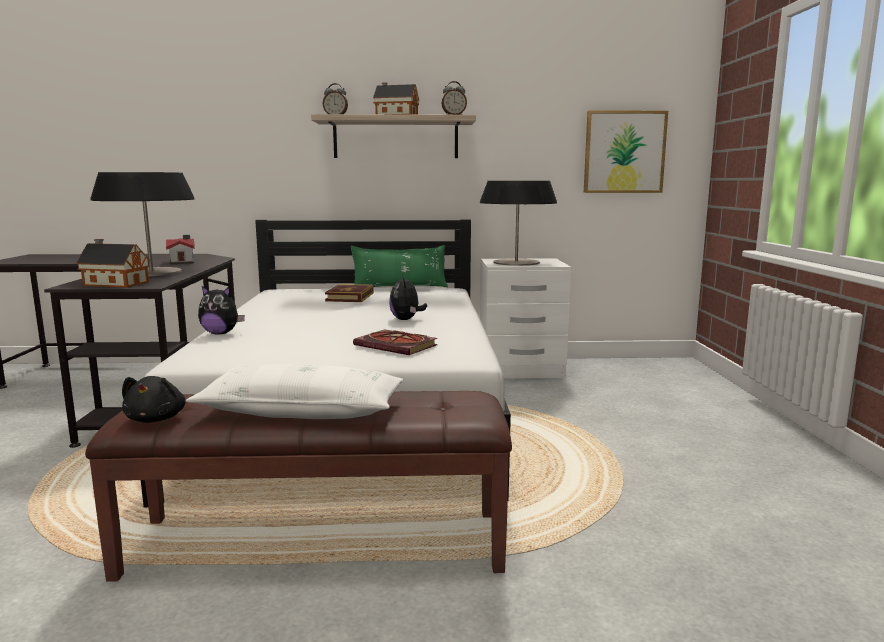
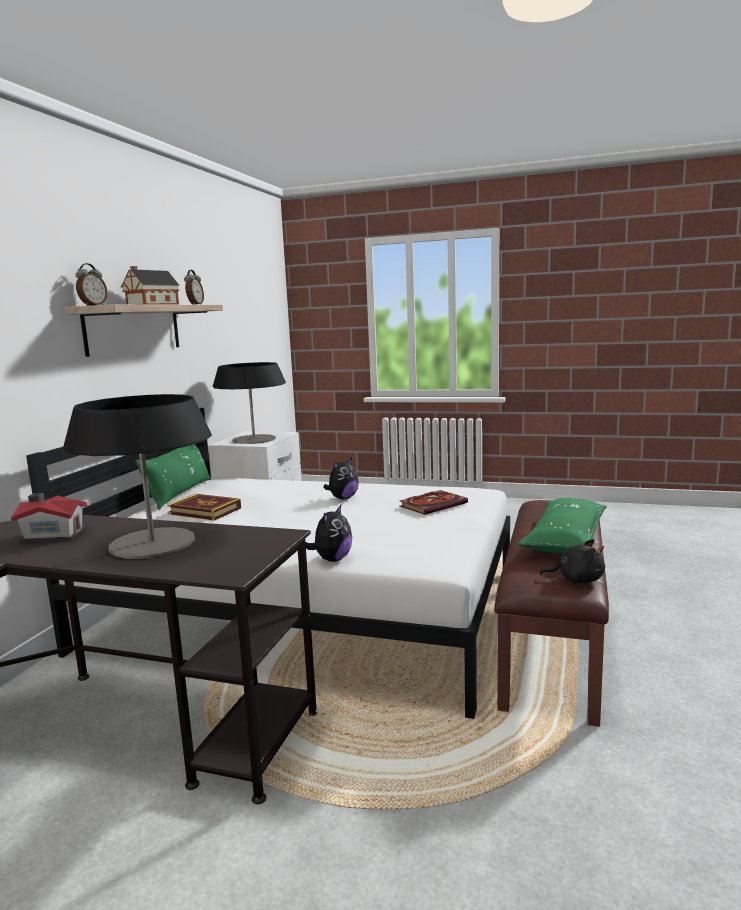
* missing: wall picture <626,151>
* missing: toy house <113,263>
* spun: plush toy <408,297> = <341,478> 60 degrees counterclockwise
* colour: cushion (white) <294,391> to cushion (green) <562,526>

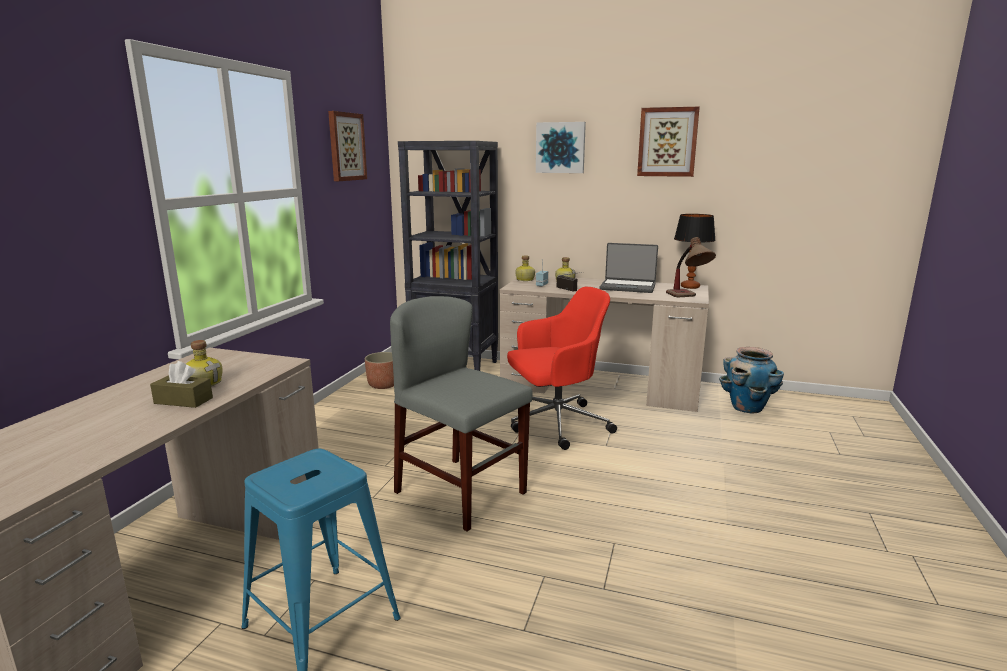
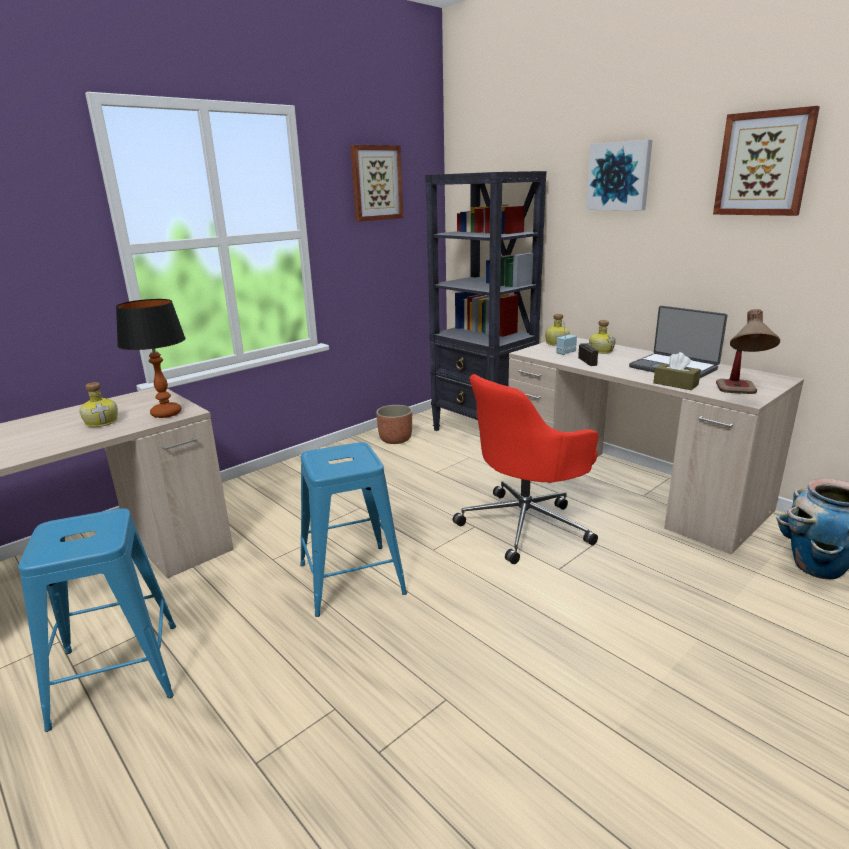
* relocated: table lamp <695,251> to <151,358>
* spun: desk chair (red-coloured) <562,368> = <525,469> 135 degrees clockwise
* exchanged: plain chair (greyish) <461,414> to sitting stool (blue) <353,529>
* relocated: box of tissues (brown-coloured) <181,384> to <677,371>

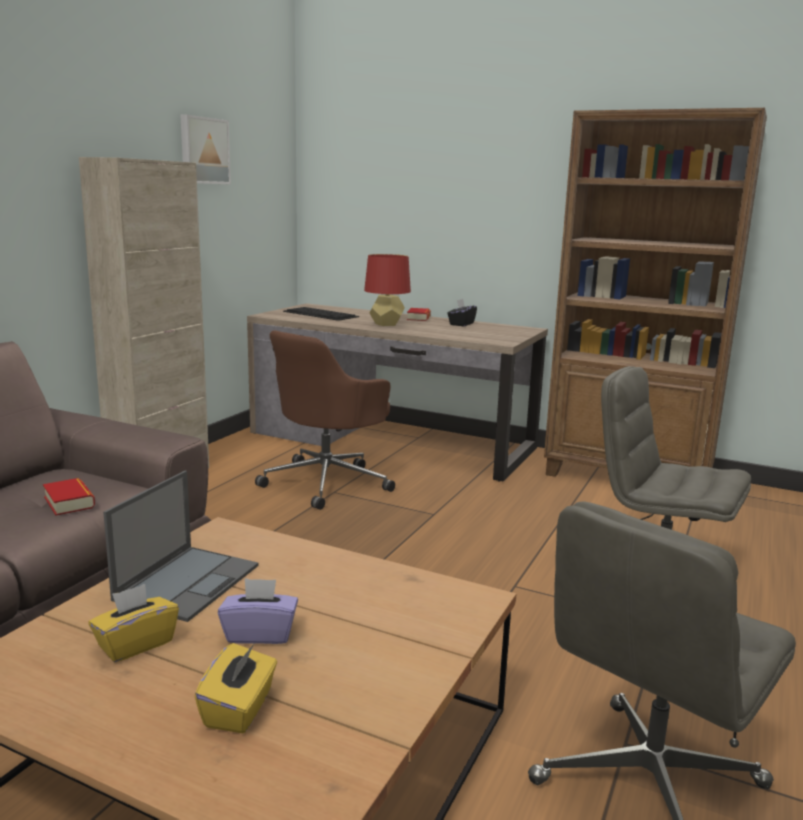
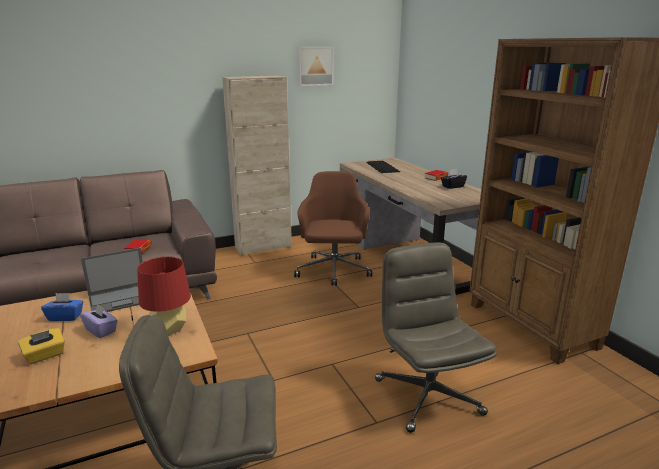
* relocated: table lamp (red-coloured) <387,290> to <164,296>
* spun: desk chair (brown-coloured) <325,420> = <333,228> 105 degrees clockwise
* colour: box of tissues (yellow-coloured) <133,623> to box of tissues (blue) <62,307>

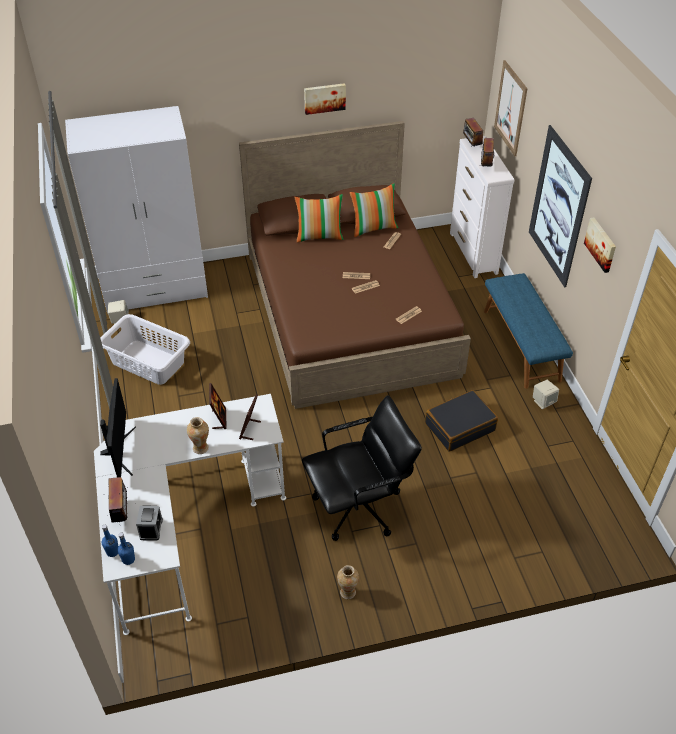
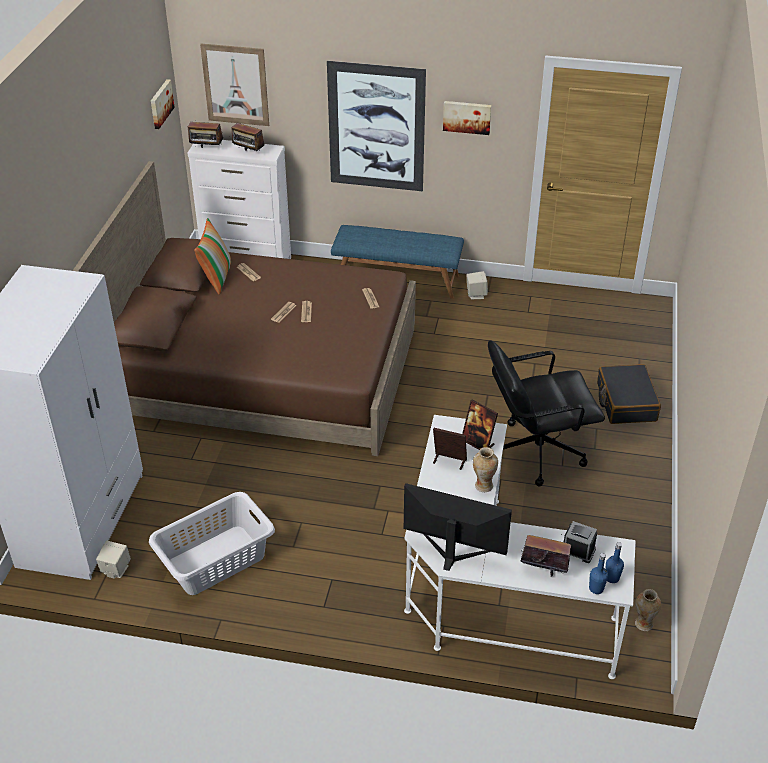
* relocated: wall picture <325,99> to <163,104>
* missing: cushion <319,218>
* relocated: travel case (black-coloured) <461,421> to <629,394>
* spun: desk chair (black-coloured) <362,468> = <546,413> 105 degrees counterclockwise
* relocated: vase <348,582> to <648,610>

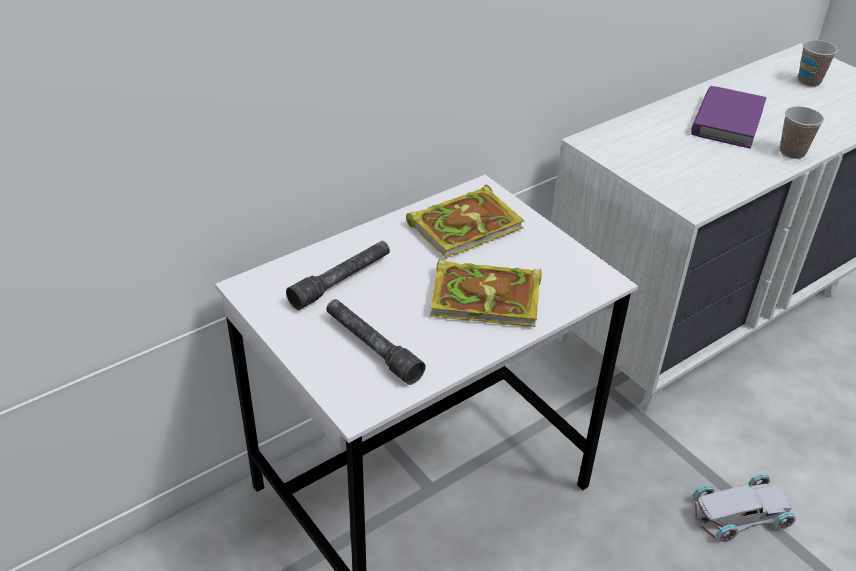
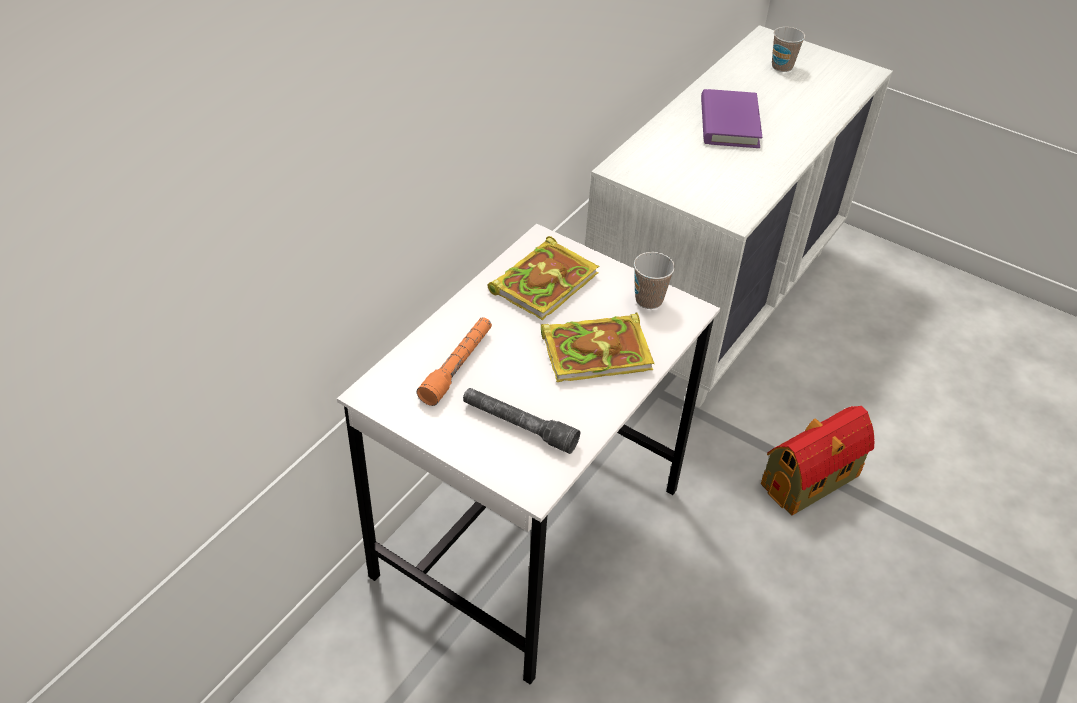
* relocated: cup <802,132> to <654,280>
* colour: flashlight (greyish) <338,275> to flashlight (orange-coloured) <454,361>
* exchanged: model car (white) <744,508> to toy house <817,461>

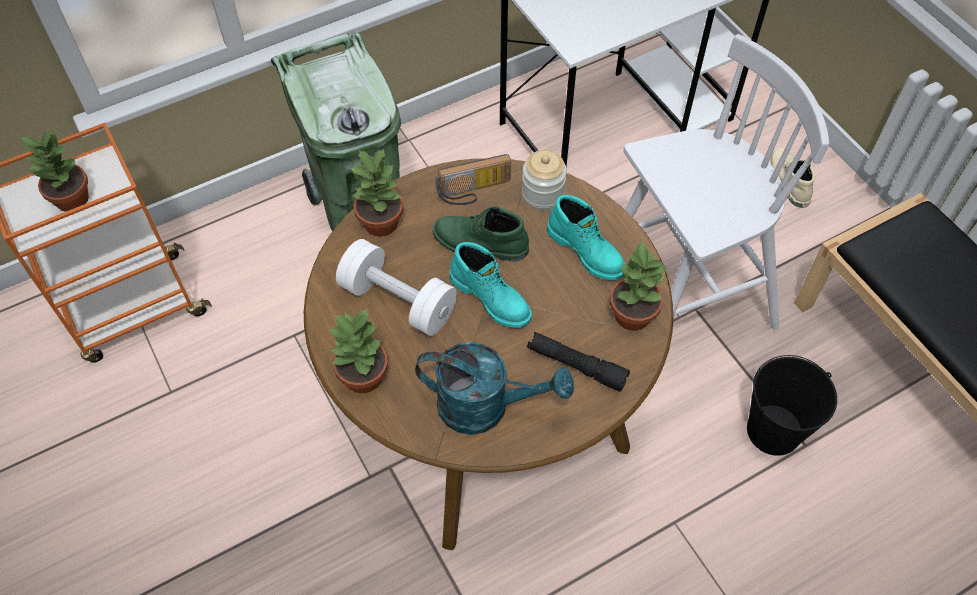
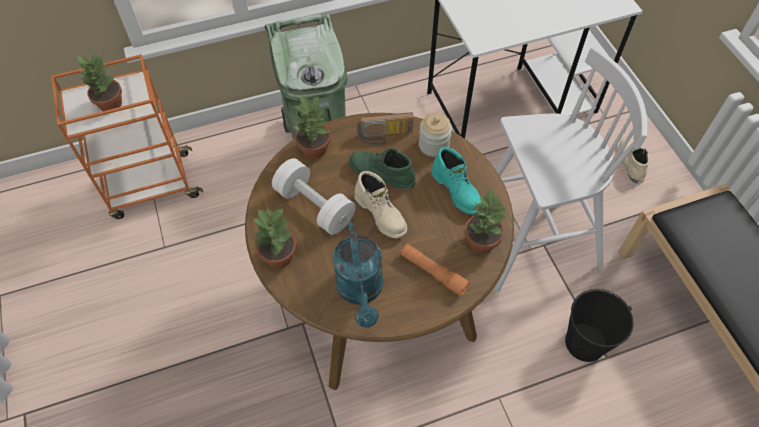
* colour: tall boot (blue-green) <490,285> to tall boot (beige) <380,204>
* colour: flashlight (black-coloured) <578,362> to flashlight (orange-coloured) <434,269>
* spun: watering can (blue-green) <494,388> = <358,275> 60 degrees clockwise

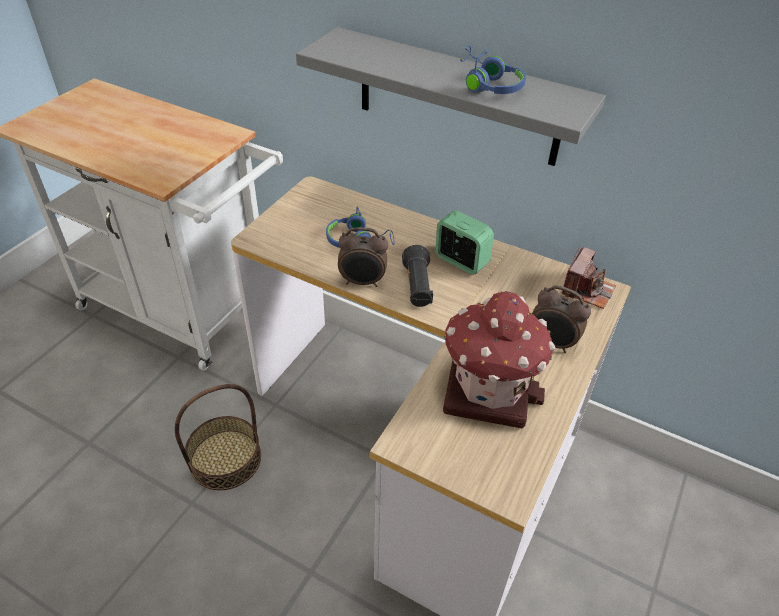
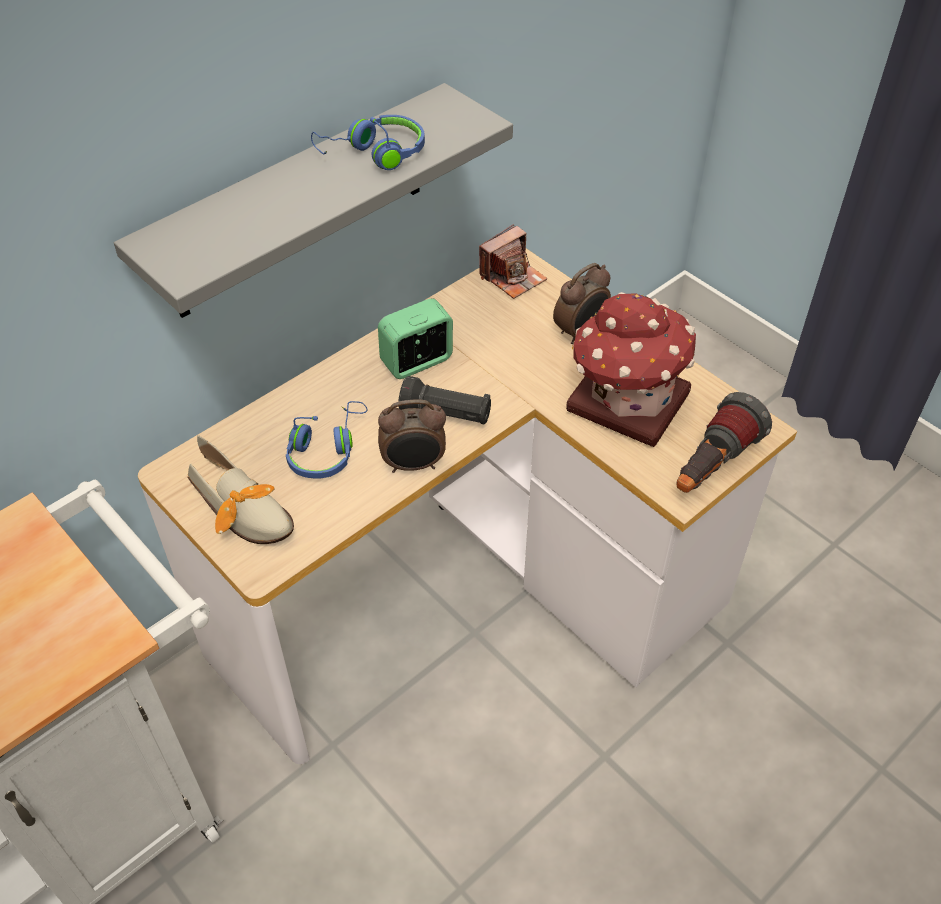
* spun: bedside clock <363,257> = <412,436> 60 degrees clockwise
* spun: still camera <589,277> = <513,261> 90 degrees clockwise
* missing: household basket <218,437>
* appeared: flashlight <724,442>
* appeared: shoe <240,489>

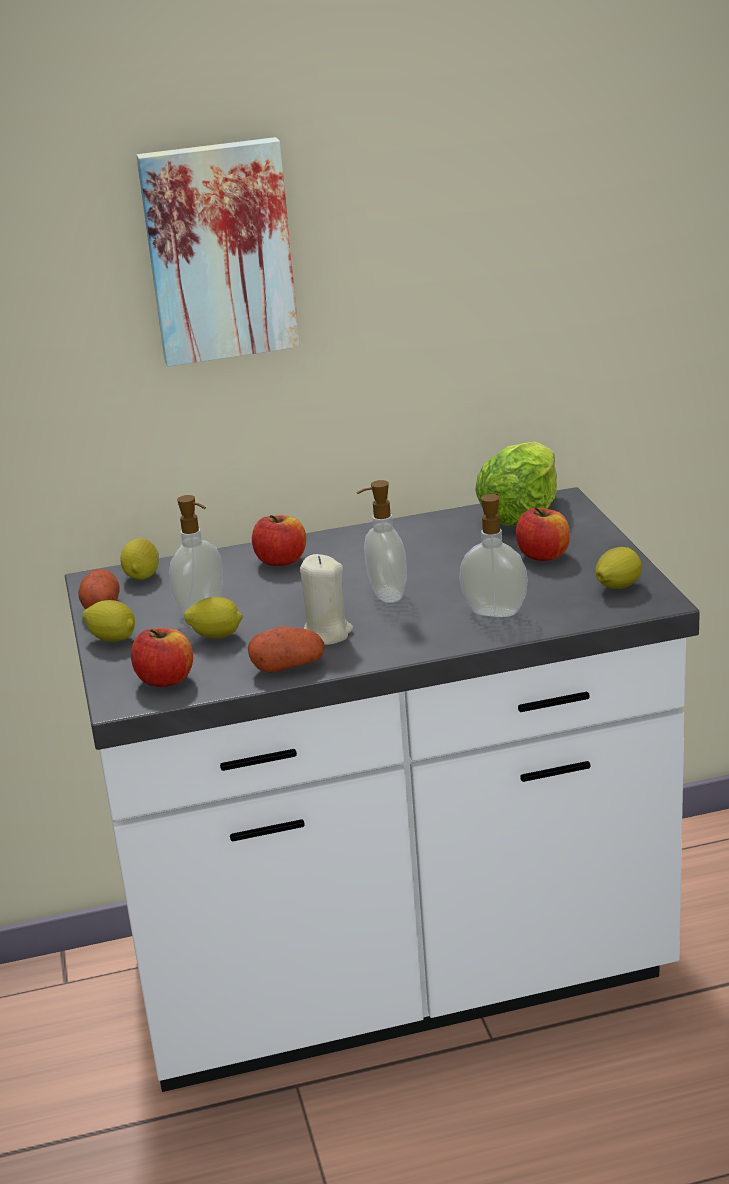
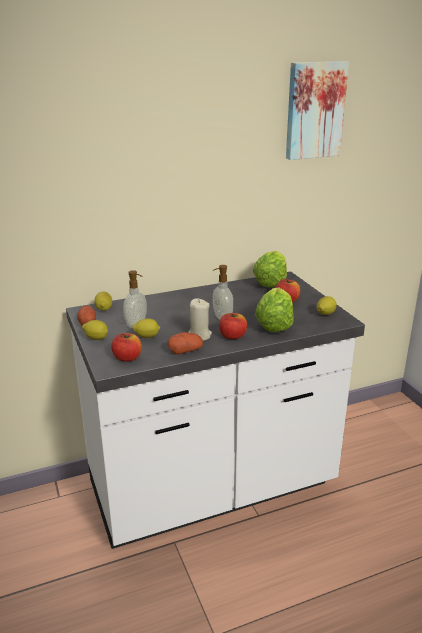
* relocated: wall picture <218,252> to <317,110>
* exchanged: soap dispenser <493,555> to head of lettuce <274,309>
* relocated: apple <279,540> to <233,326>

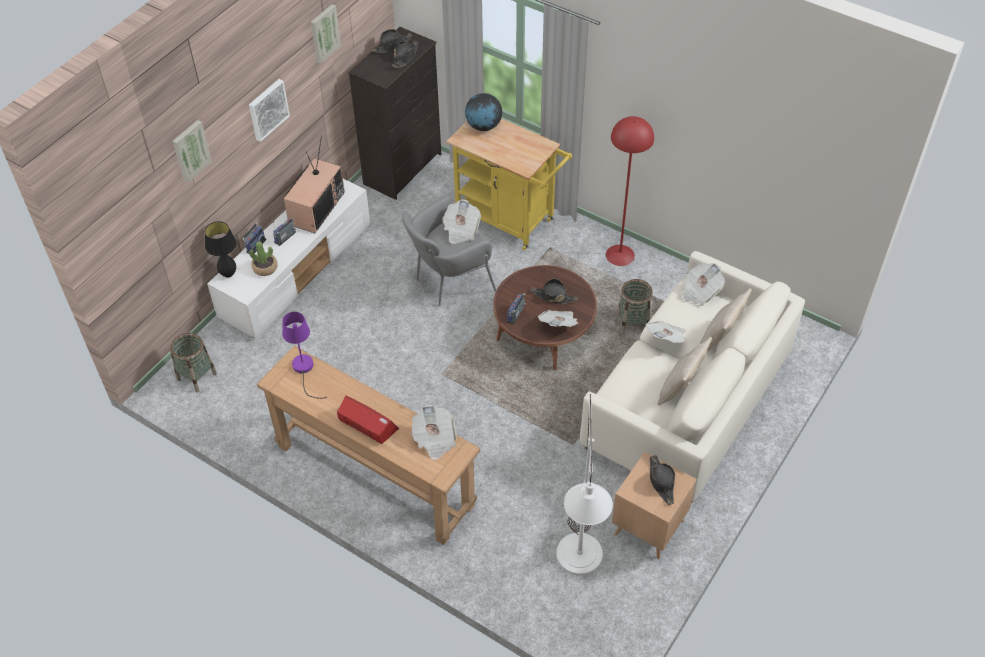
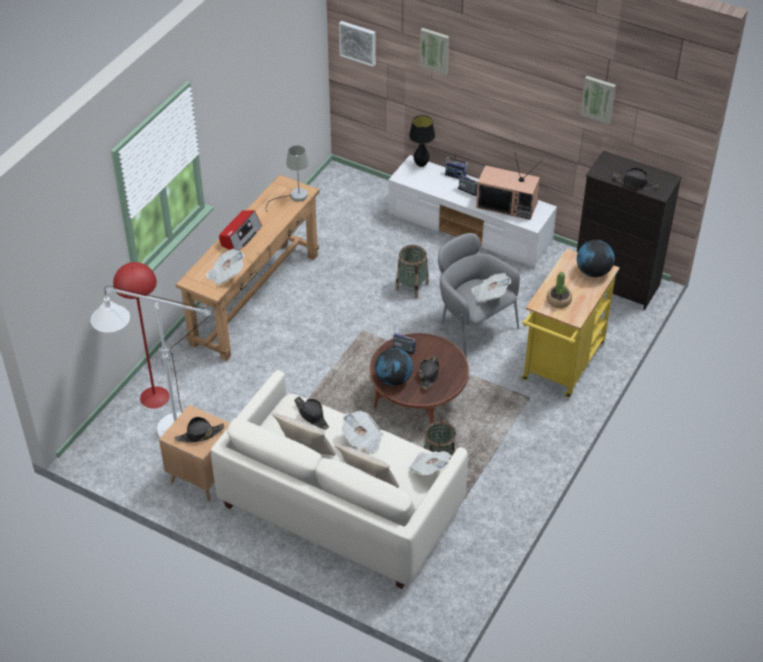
* relocated: clothing hat (black-coloured) <391,41> to <311,413>
* relocated: wall picture <269,110> to <357,44>
* relocated: floor lamp (red-coloured) <630,191> to <141,335>
* relocated: plant in a pot <263,258> to <559,290>
* exchanged: printed paper <558,318> to globe <394,367>
* colour: table lamp (purplish) <304,355> to table lamp (greyish) <287,178>
* relocated: household basket <193,362> to <412,271>

